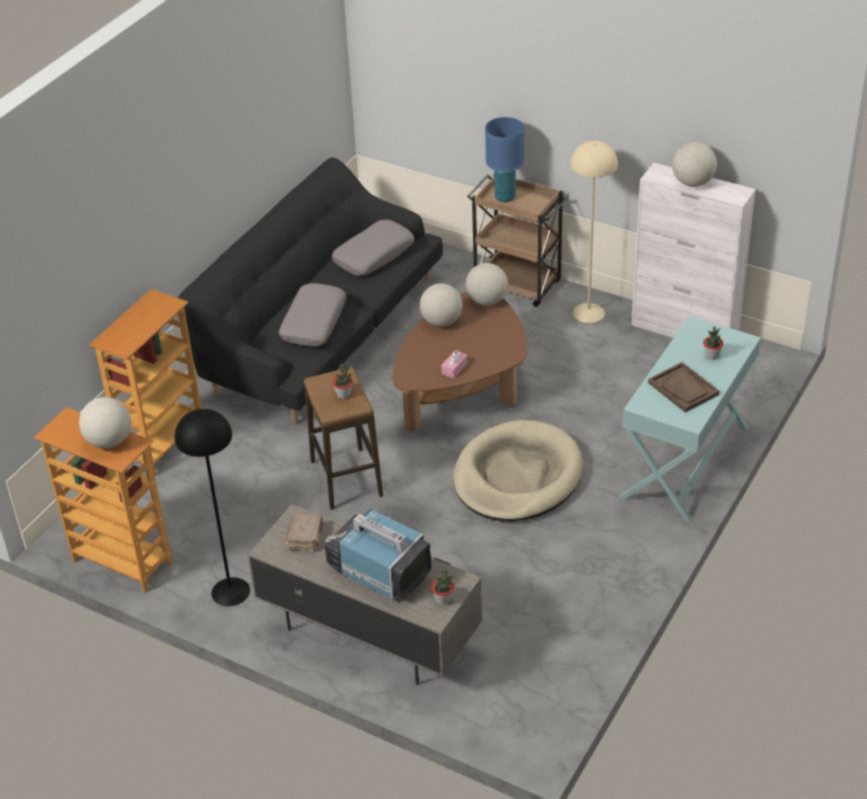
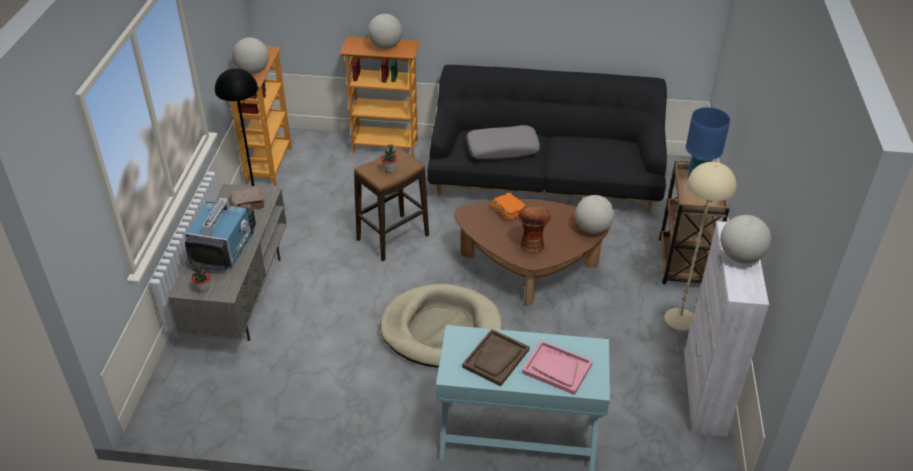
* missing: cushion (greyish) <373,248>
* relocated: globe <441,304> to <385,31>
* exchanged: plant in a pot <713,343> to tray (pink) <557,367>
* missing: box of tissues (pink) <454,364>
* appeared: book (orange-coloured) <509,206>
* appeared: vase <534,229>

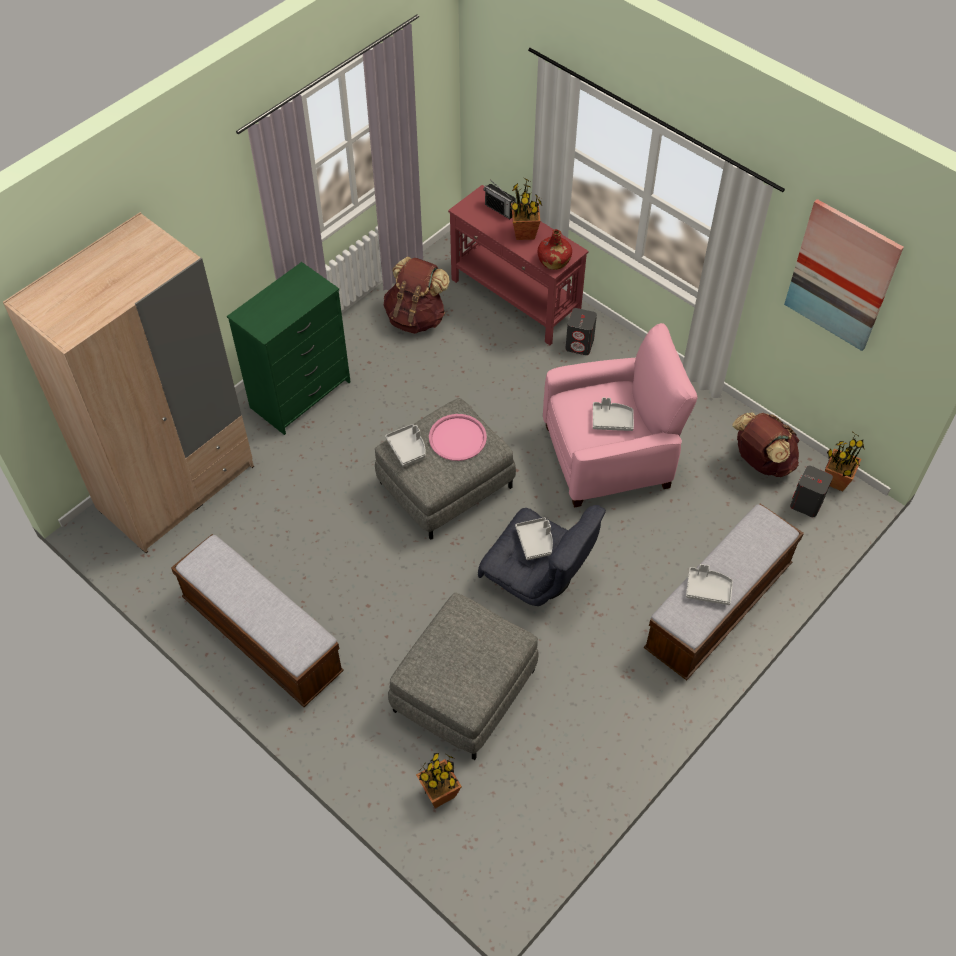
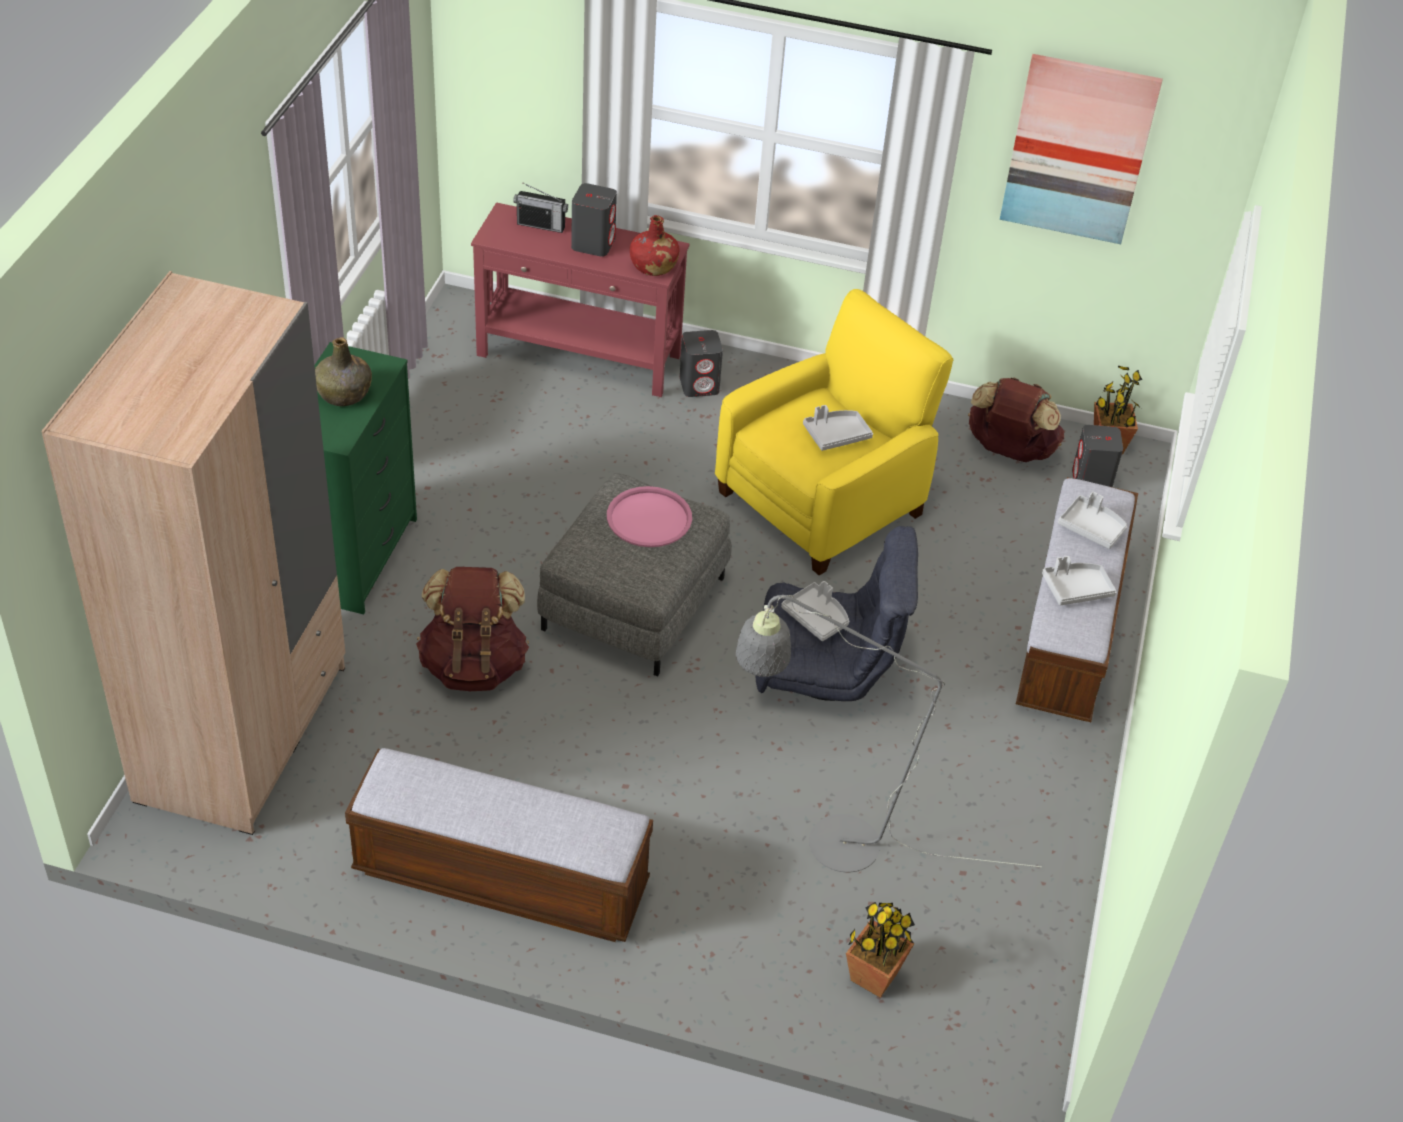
* exchanged: plant in a pot <526,208> to speaker (greyish) <594,220>
* relocated: backpack (brown-coloured) <417,295> to <472,629>
* colour: armchair (pink) <620,415> to armchair (yellow-coloured) <834,432>
* relocated: tray (greyish) <405,445> to <1092,520>
* exchanged: pouffe (greyish) <463,676> to floor lamp (greyish) <889,733>
* appeared: drink bottle (green) <343,371>

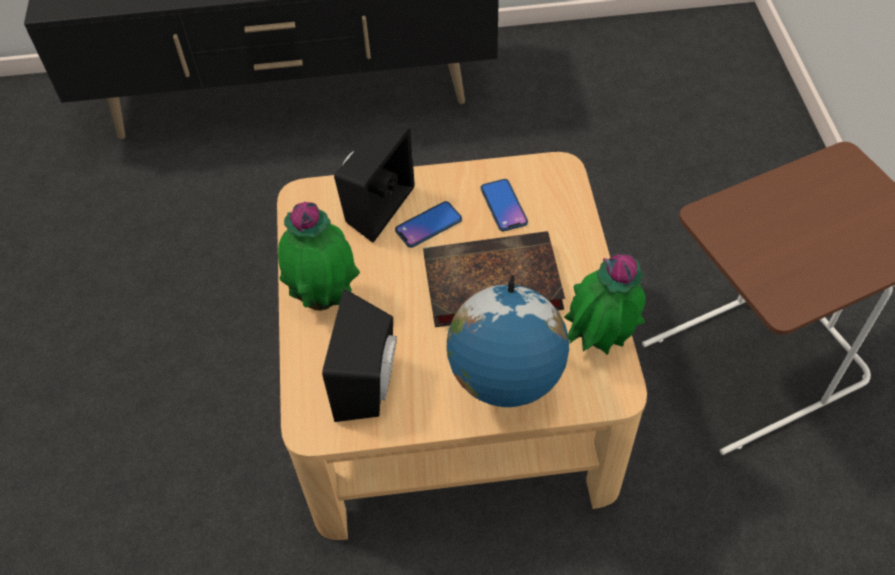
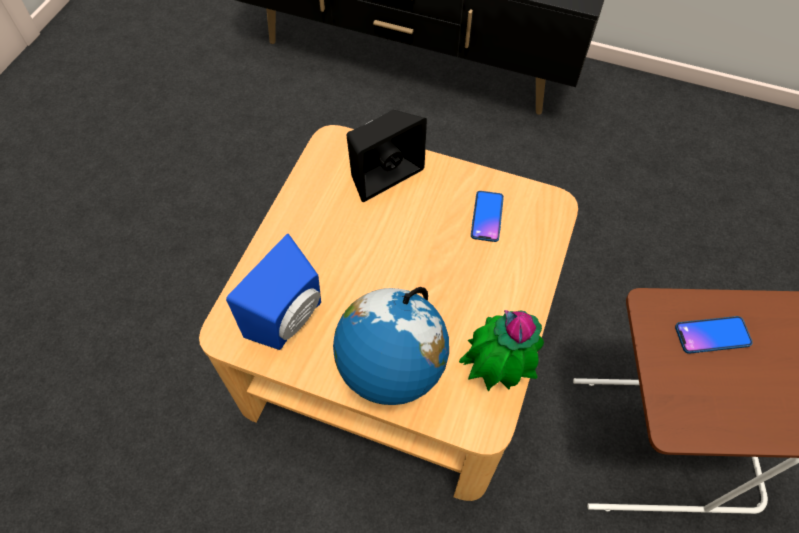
* relocated: phone <428,224> to <714,335>
* missing: plant in a pot <319,256>
* missing: book <494,279>
* colour: speaker (black-coloured) <359,355> to speaker (blue) <273,292>

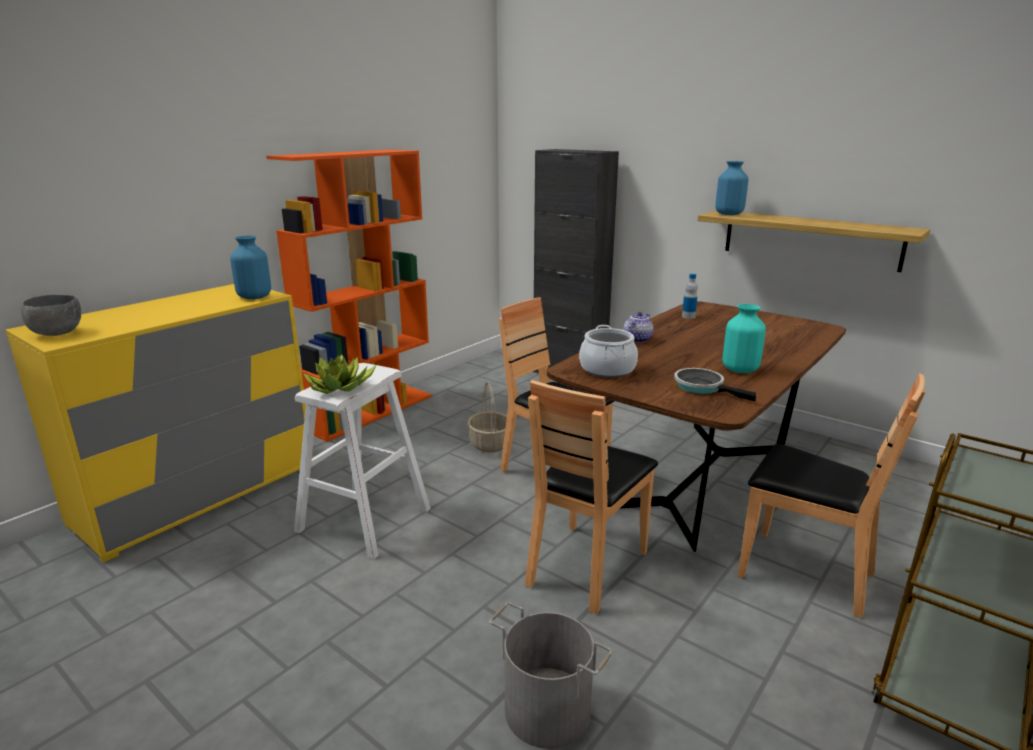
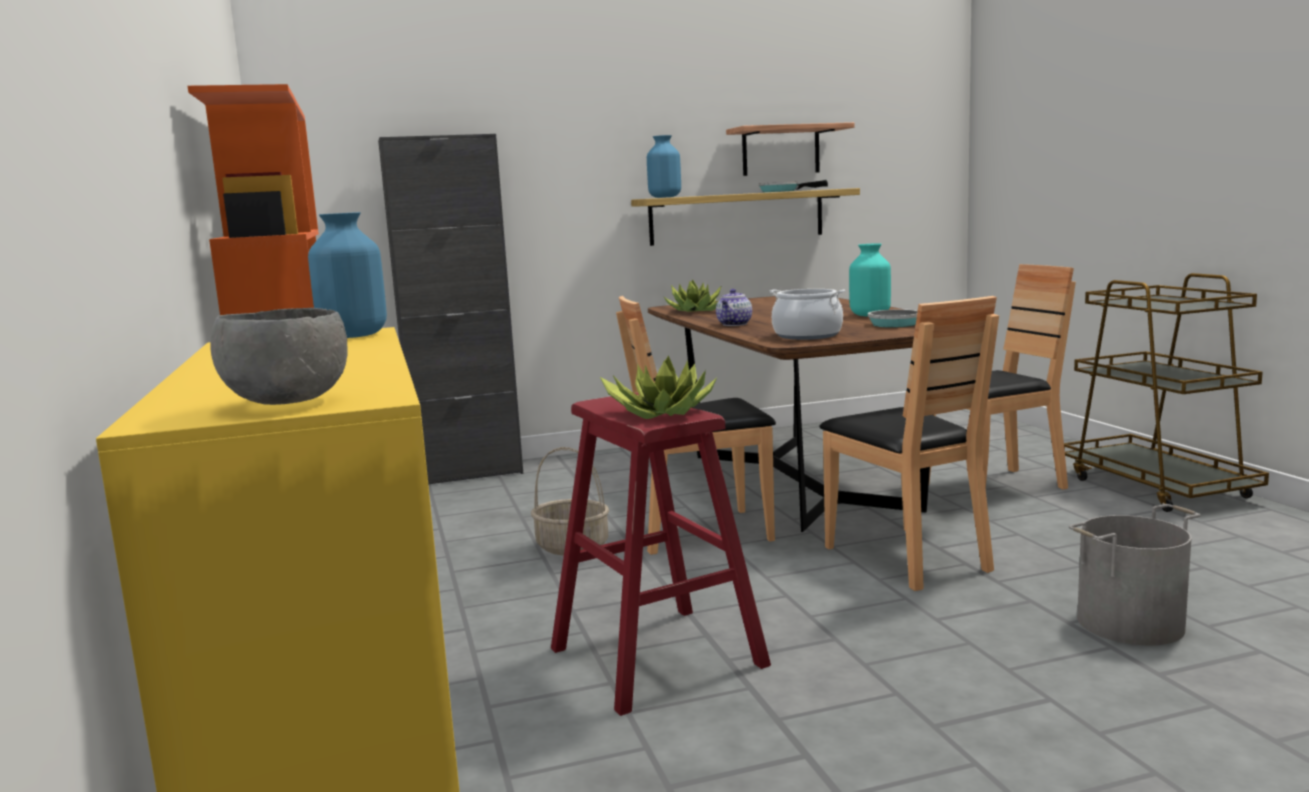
* exchanged: drink bottle <690,296> to plant in a pot <692,295>
* spun: tea pot <638,327> = <734,307> 135 degrees counterclockwise
* colour: sitting stool (white) <362,461> to sitting stool (red-coloured) <661,554>
* appeared: bracket shelf <790,149>
* appeared: pan <793,186>

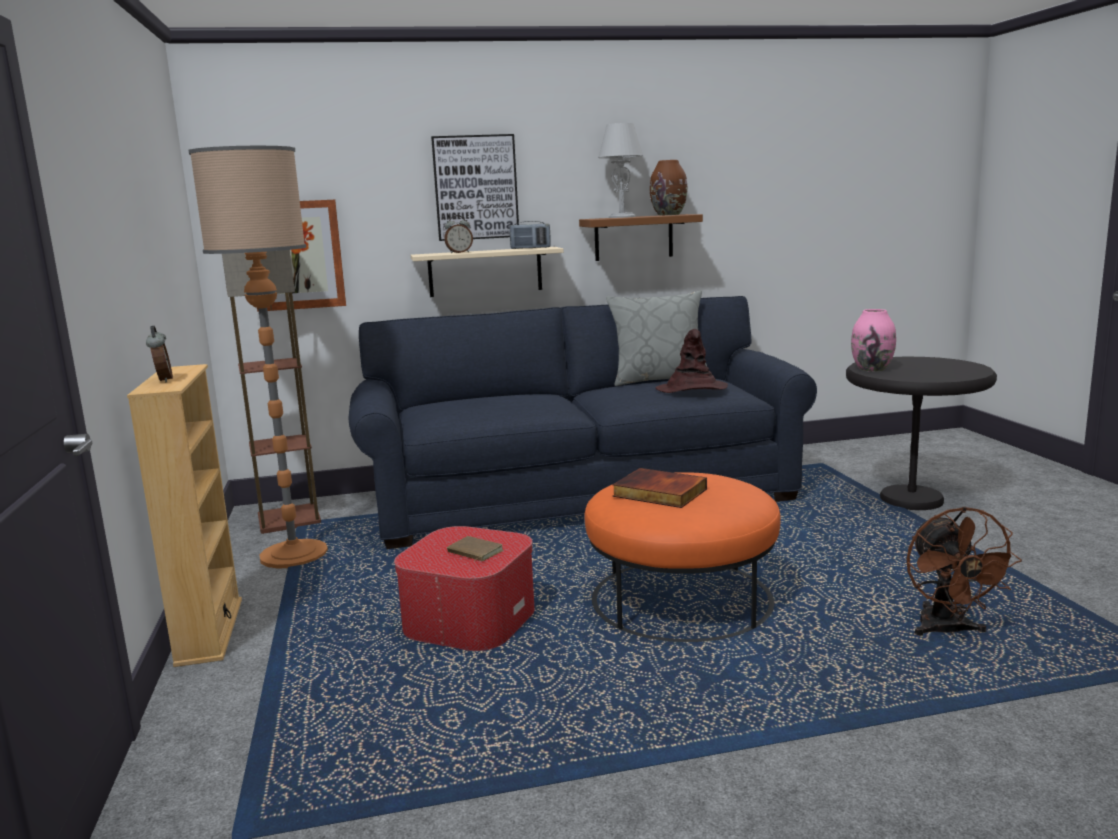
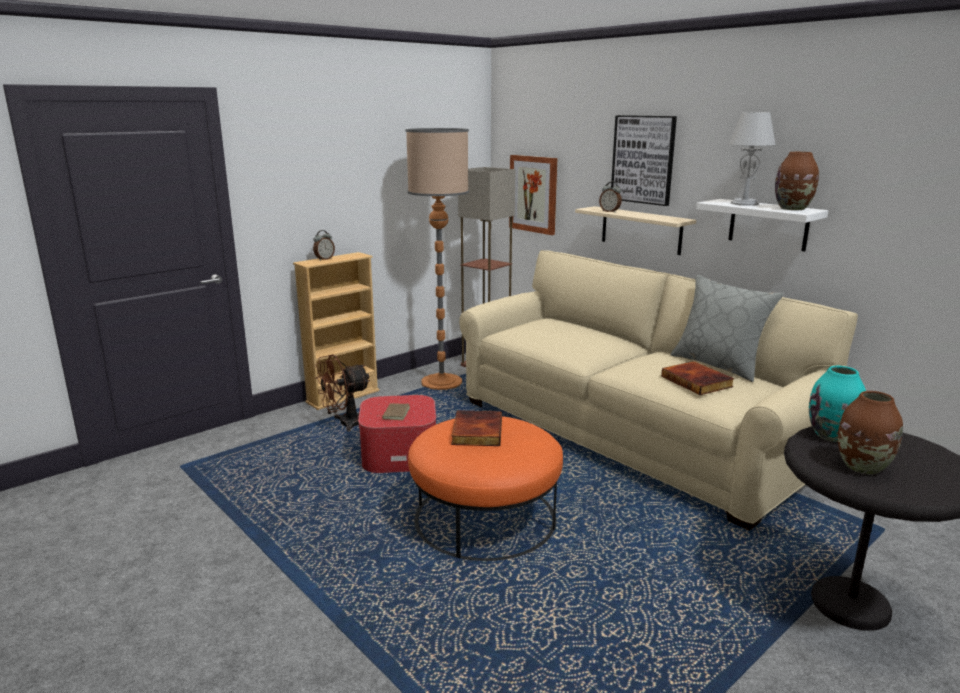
* colour: bracket shelf (brown-coloured) <641,237> to bracket shelf (white) <762,225>
* missing: radio set <530,235>
* colour: couch (blue) <582,422> to couch (beige) <658,390>
* colour: vase (pink) <873,340> to vase (blue-green) <837,404>
* exchanged: clothing hat (brown-coloured) <691,361> to book <697,378>
* relocated: cooling fan (brown-coloured) <964,572> to <342,393>
* appeared: vase (brown-coloured) <870,432>

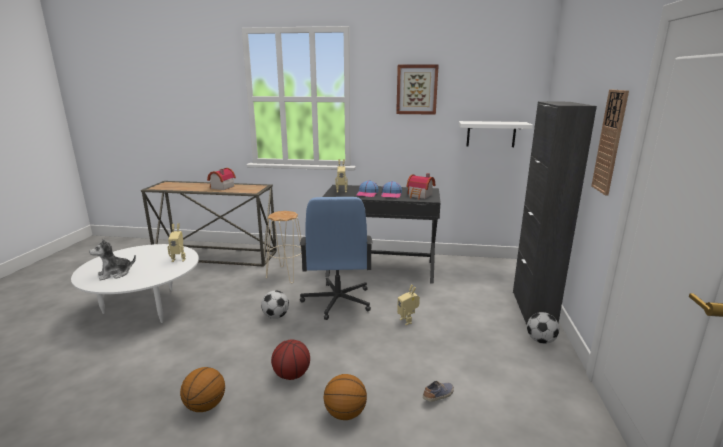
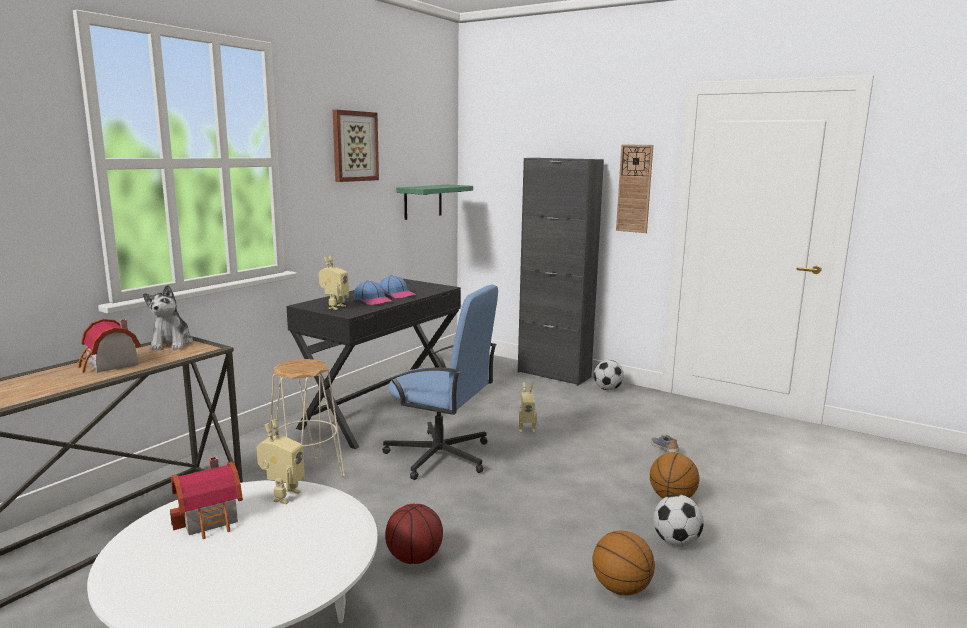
* colour: bracket shelf (white) <496,134> to bracket shelf (green) <434,202>
* relocated: toy house <421,186> to <206,497>
* relocated: plush toy <112,260> to <168,317>
* relocated: ball for football <275,304> to <678,520>
* relocated: basketball <290,359> to <414,534>

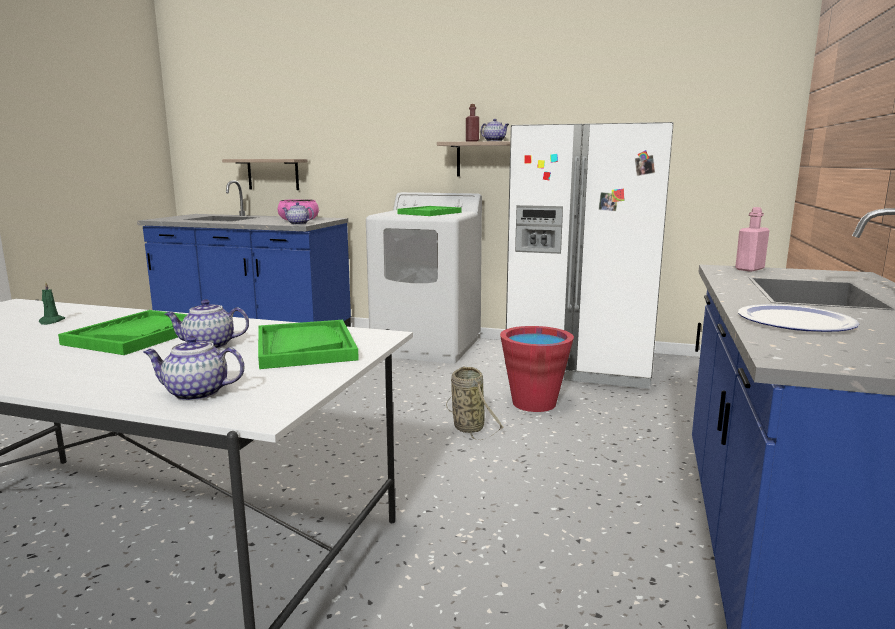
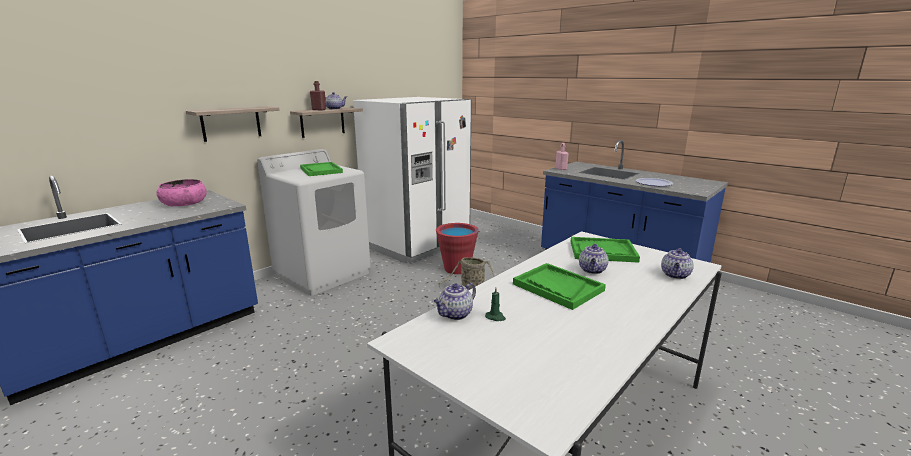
* relocated: bracket shelf <265,174> to <233,124>
* relocated: tea pot <298,214> to <455,301>

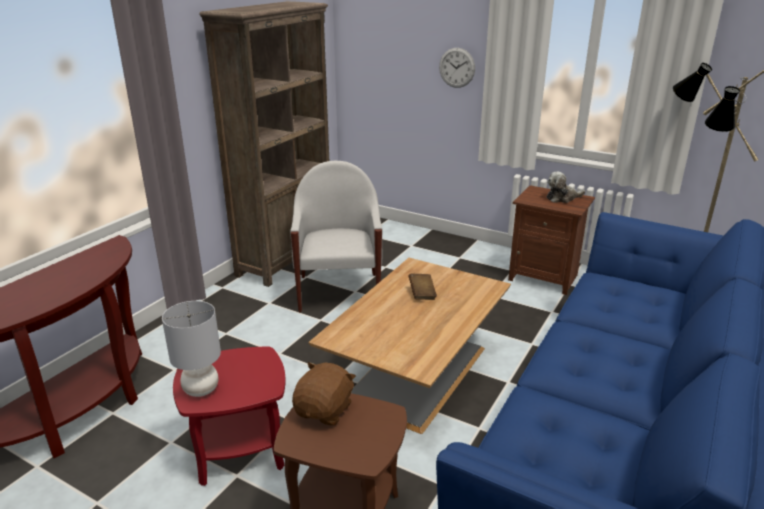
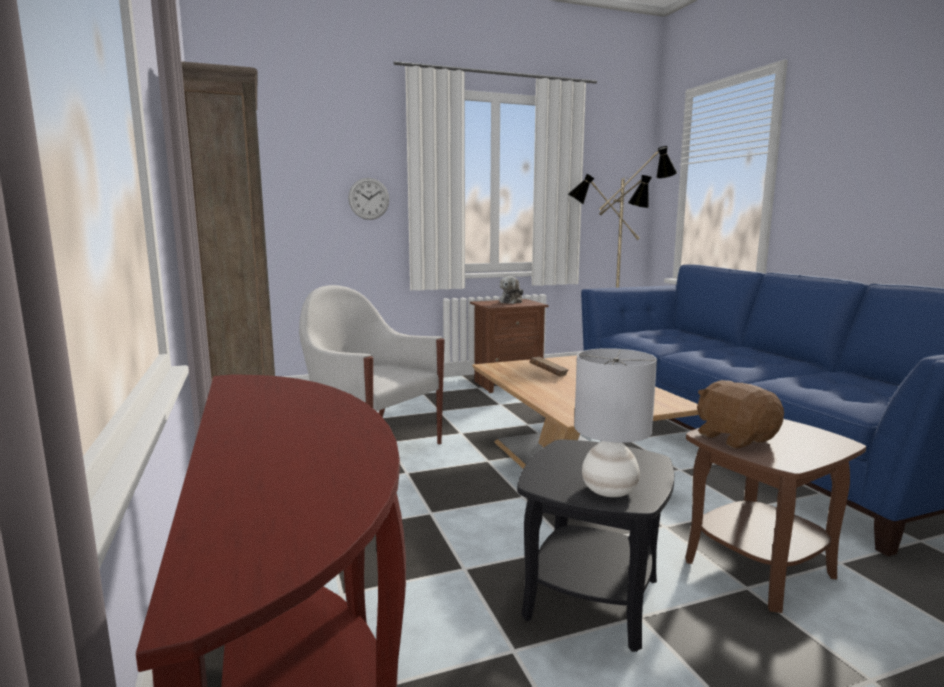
* colour: end table (red-coloured) <229,416> to end table (black-coloured) <595,546>

